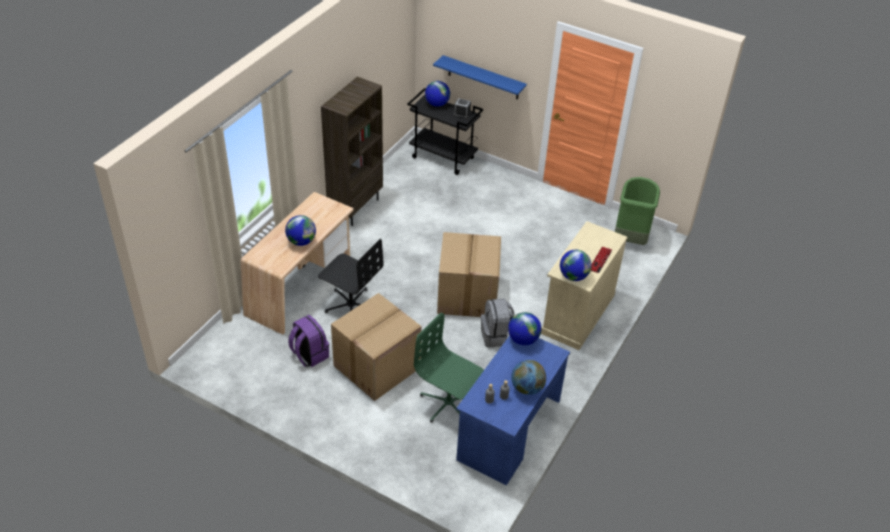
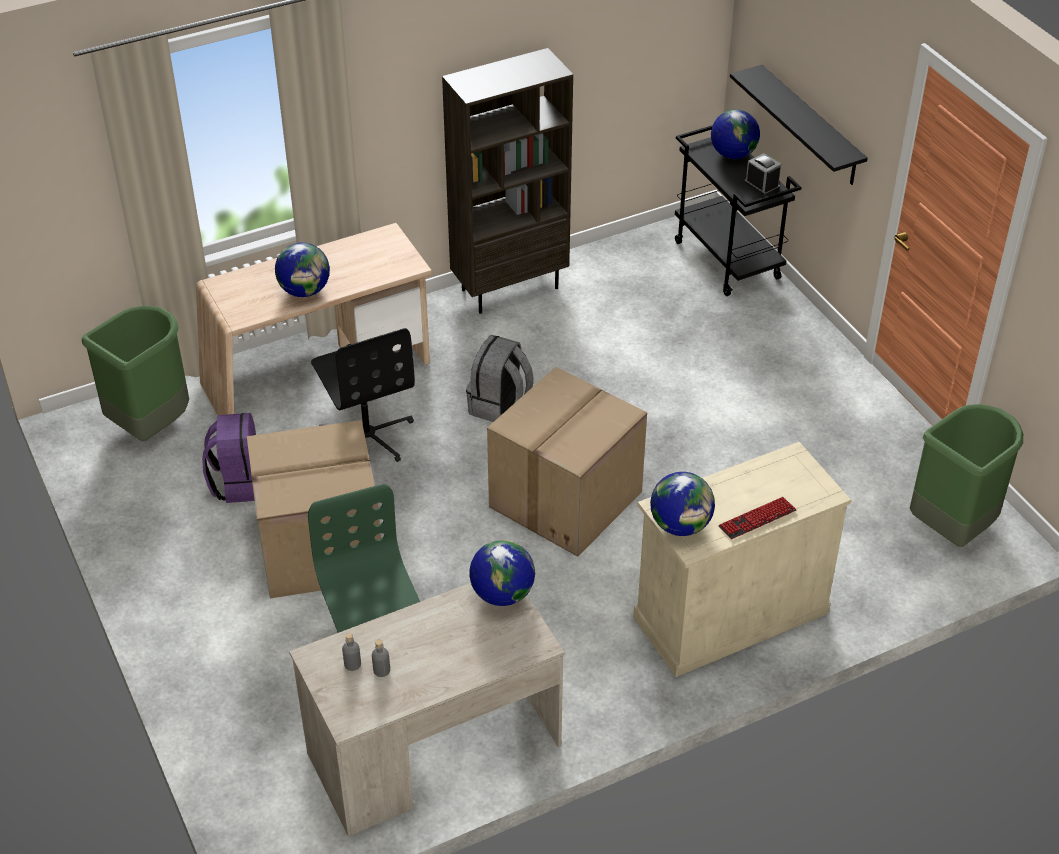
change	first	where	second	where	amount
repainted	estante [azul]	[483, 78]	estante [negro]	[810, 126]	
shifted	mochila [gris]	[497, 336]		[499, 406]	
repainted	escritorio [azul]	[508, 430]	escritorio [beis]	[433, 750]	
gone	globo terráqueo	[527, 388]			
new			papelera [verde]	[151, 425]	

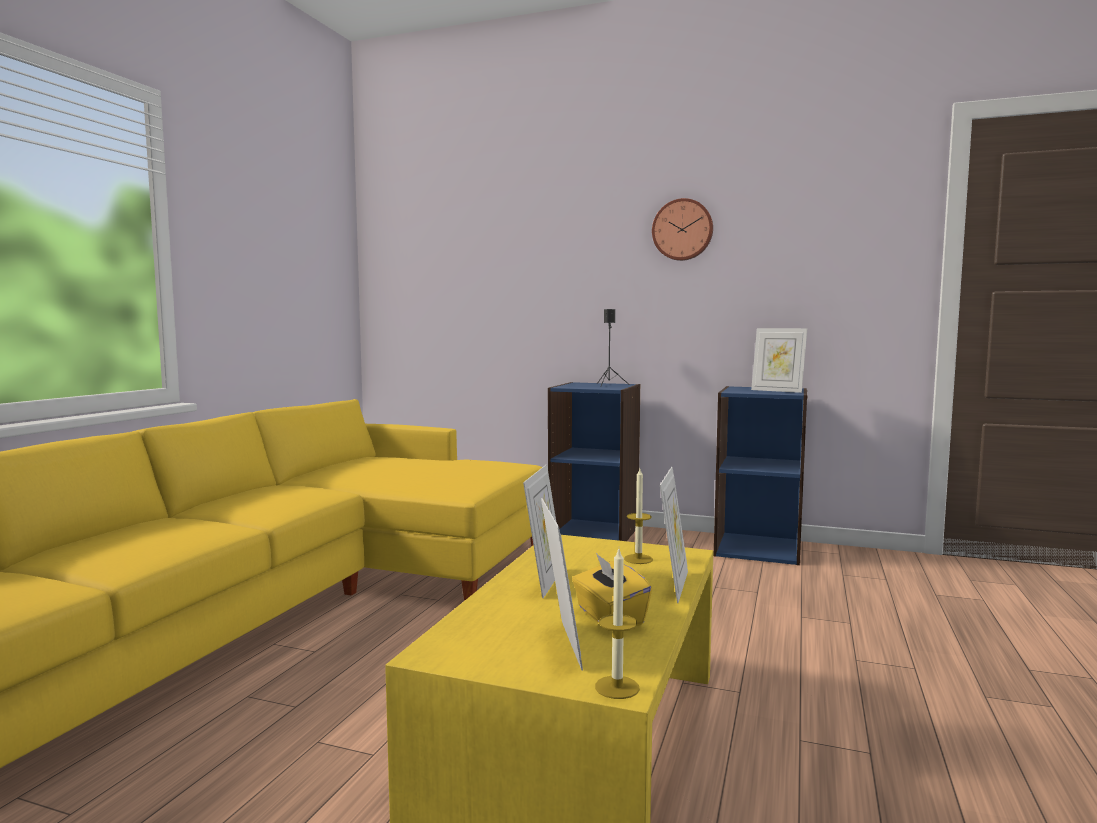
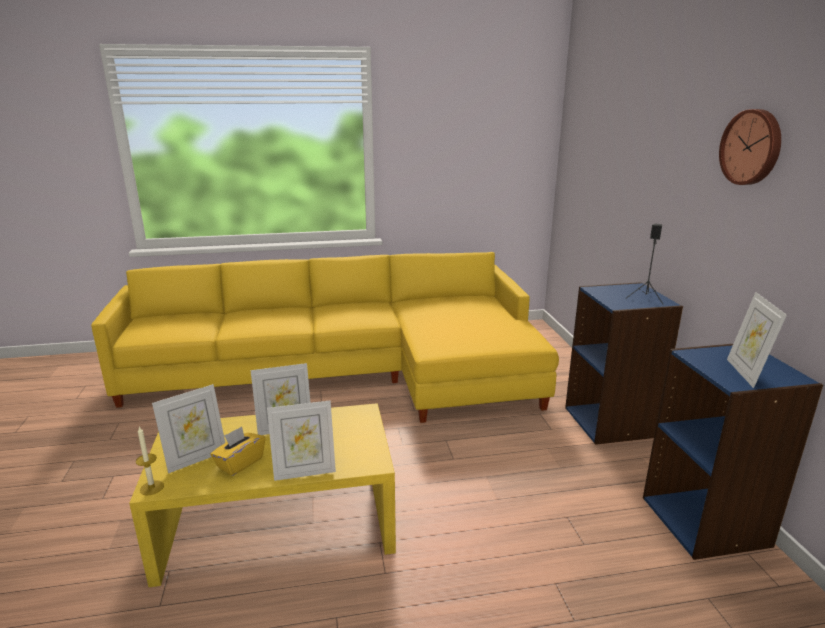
change	first	where	second	where	amount
gone	vela	[638, 559]			

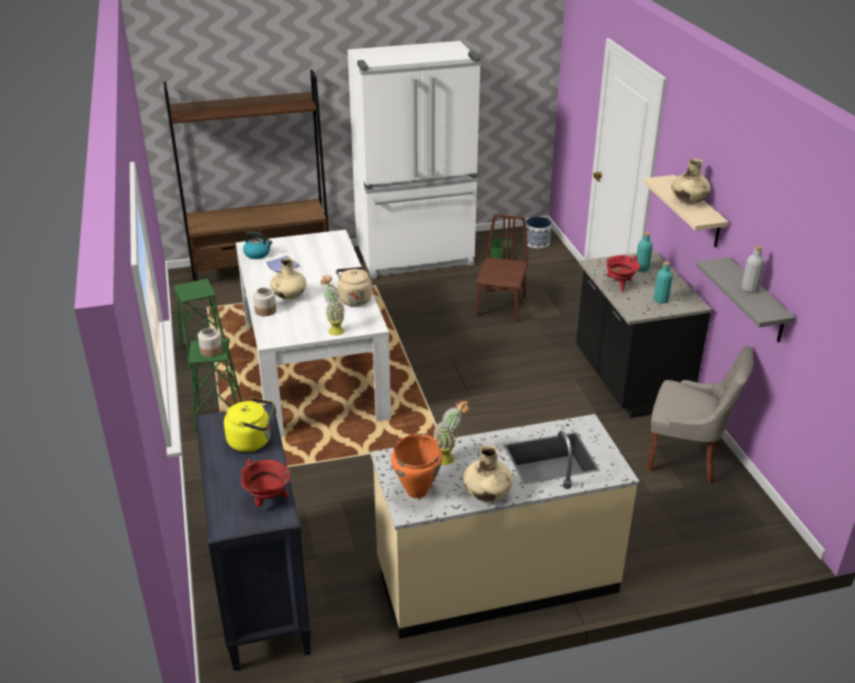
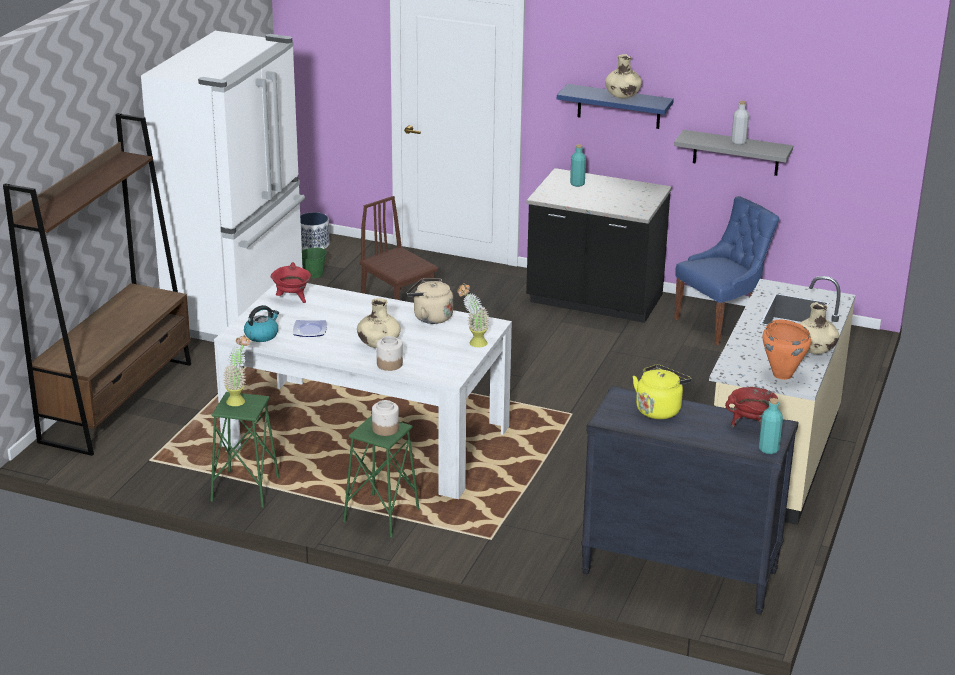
change	first	where	second	where	amount
repainted	estante [beis]	[697, 212]	estante [azul]	[619, 106]	
shifted	olla [rojo]	[620, 284]		[292, 299]	
shifted	botella [turquesa]	[661, 300]		[768, 449]	
repainted	silla [gris]	[687, 457]	silla [azul]	[720, 323]	
shifted	planta en maceta	[449, 458]		[239, 399]	

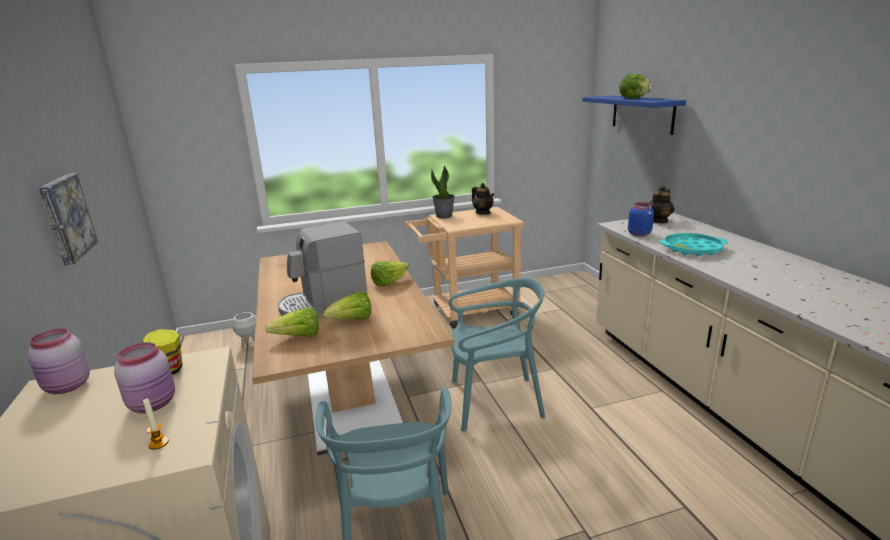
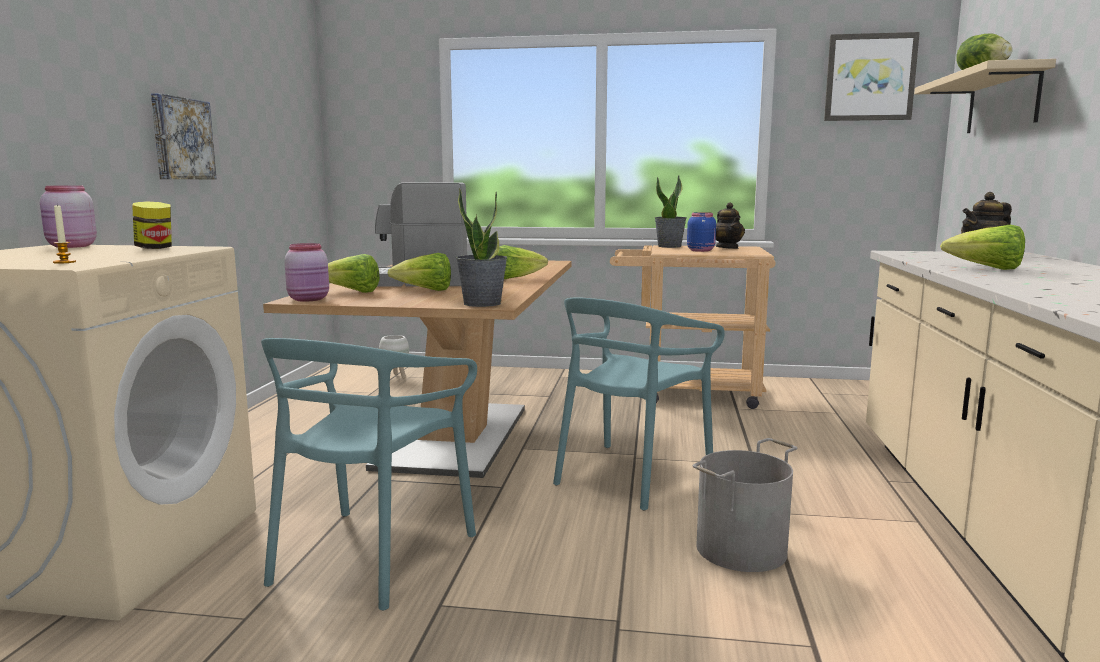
change	first	where	second	where	amount
repainted	estante [azul]	[642, 114]	estante [beis]	[1002, 101]	
shifted	tarro [azul]	[639, 234]		[701, 250]	
swapped	bandeja [turquesa]	[692, 249]	lechuga	[986, 269]	
rotated	silla [turquesa]	[494, 401]		[630, 475]	105 degrees clockwise
shifted	tarro [rosa]	[154, 403]		[310, 299]	
new			cuadro	[870, 77]	
new			planta en maceta	[482, 303]	
new			cubo [gris]	[742, 549]	

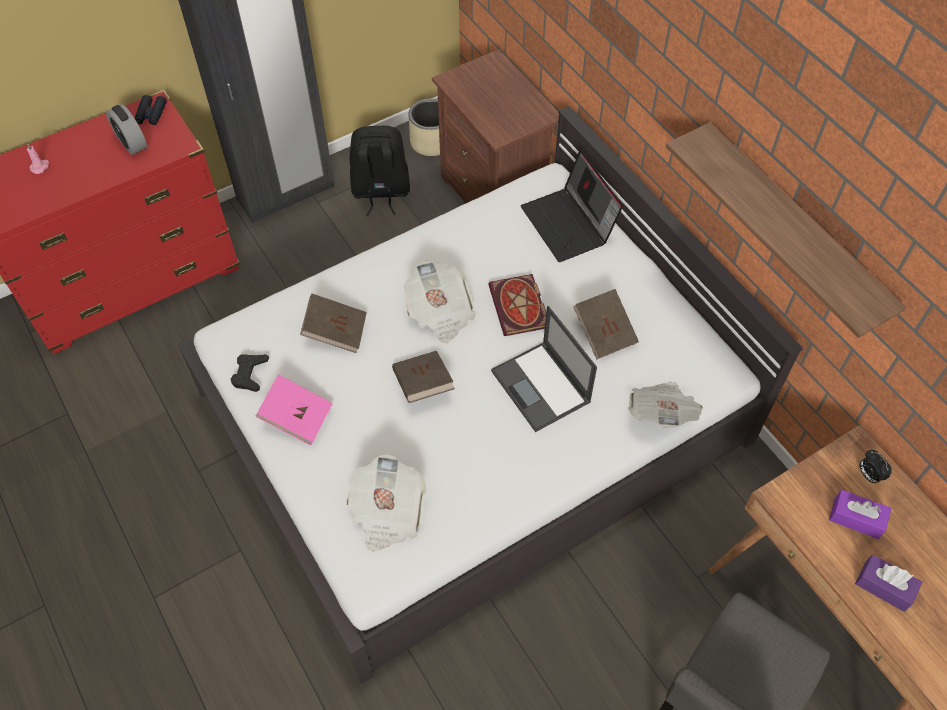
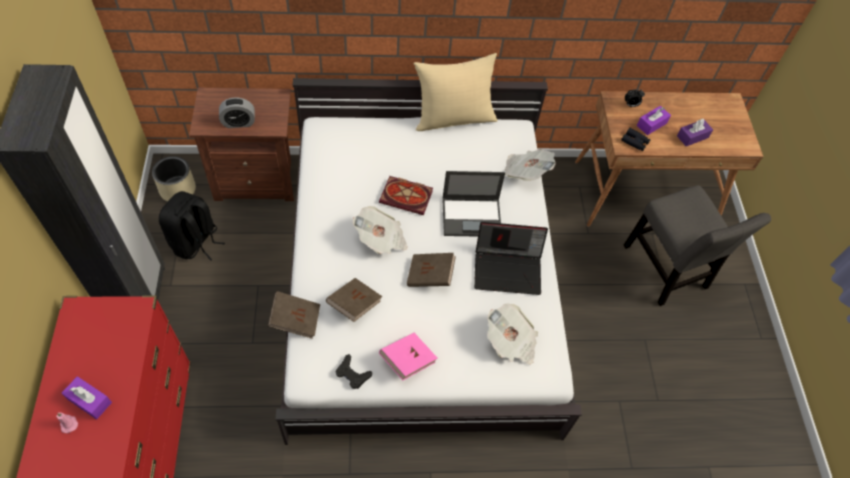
change	first	where	second	where	amount
shifted	prismáticos [negro]	[151, 114]		[635, 142]	
shifted	despertador	[132, 143]		[239, 123]	
gone	estante	[793, 229]			
shifted	portátil	[569, 225]		[508, 269]	
shifted	libro [marrón]	[604, 332]		[295, 320]	
new			cojín [beis]	[454, 117]	
new			caja de pañuelos [morado]	[89, 400]	

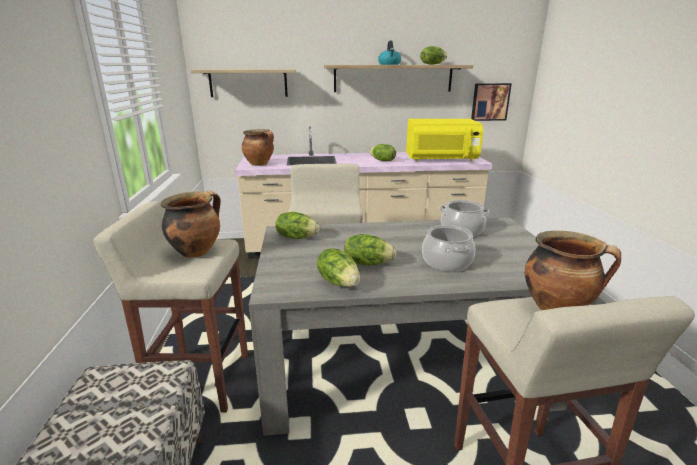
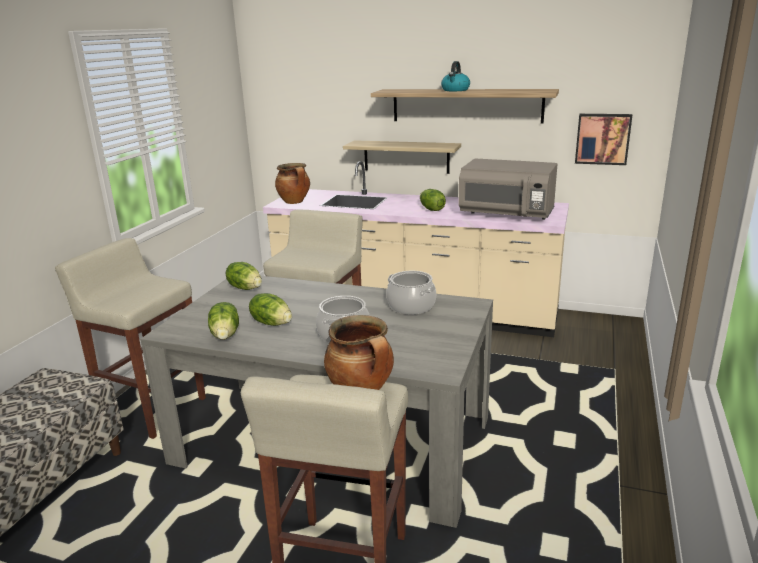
change	first	where	second	where	amount
gone	lechuga	[432, 64]			
shifted	estante	[248, 83]		[406, 156]	
repainted	microondas [amarillo]	[441, 159]	microondas [gris]	[506, 214]	
gone	olla	[197, 251]			

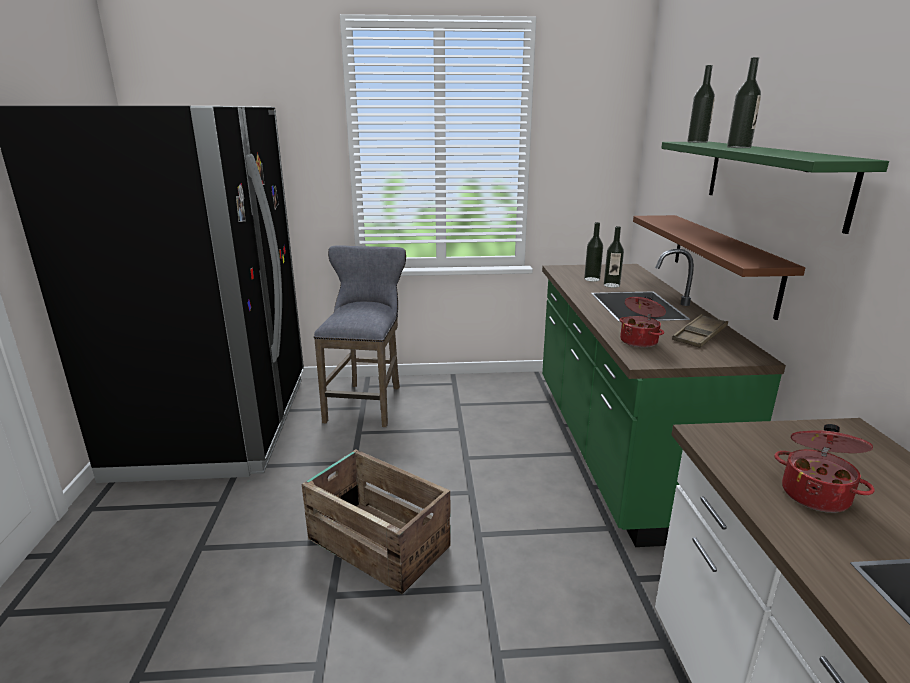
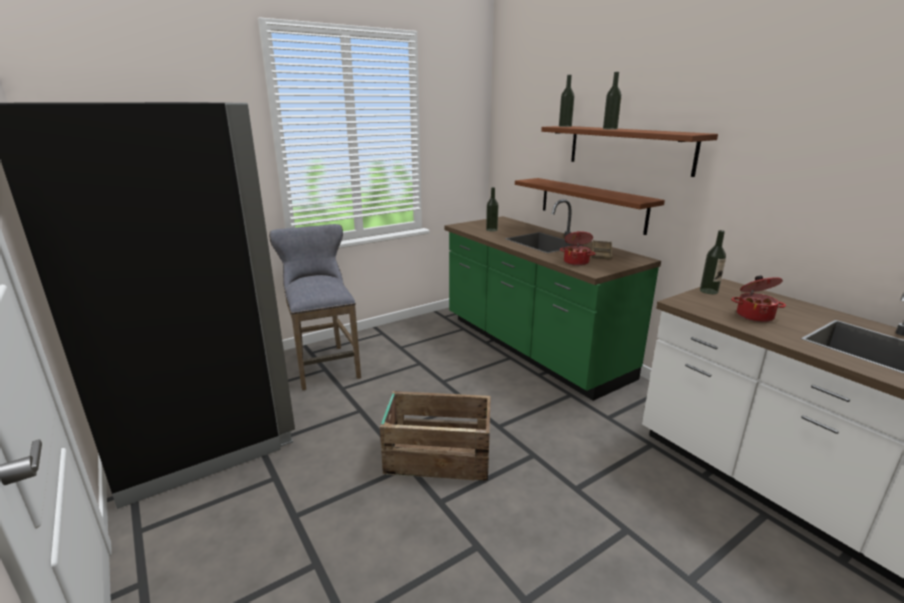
change	first	where	second	where	amount
repainted	estante [verde]	[772, 180]	estante [marrón]	[628, 149]	
shifted	botella	[611, 285]		[708, 291]	

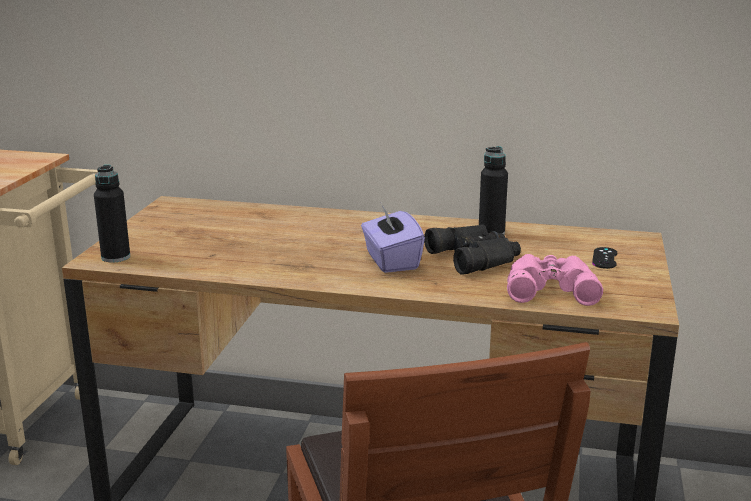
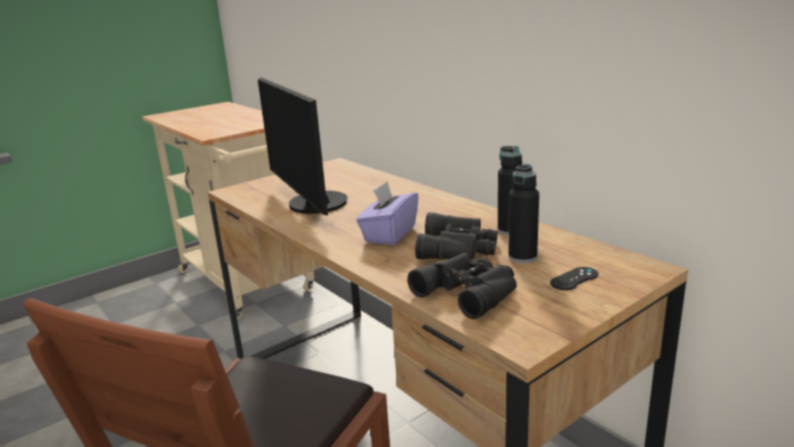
change	first	where	second	where	amount
shifted	botella [negro]	[115, 257]		[522, 257]	
repainted	prismáticos [rosa]	[550, 287]	prismáticos [negro]	[470, 291]	
new			monitor	[311, 205]	

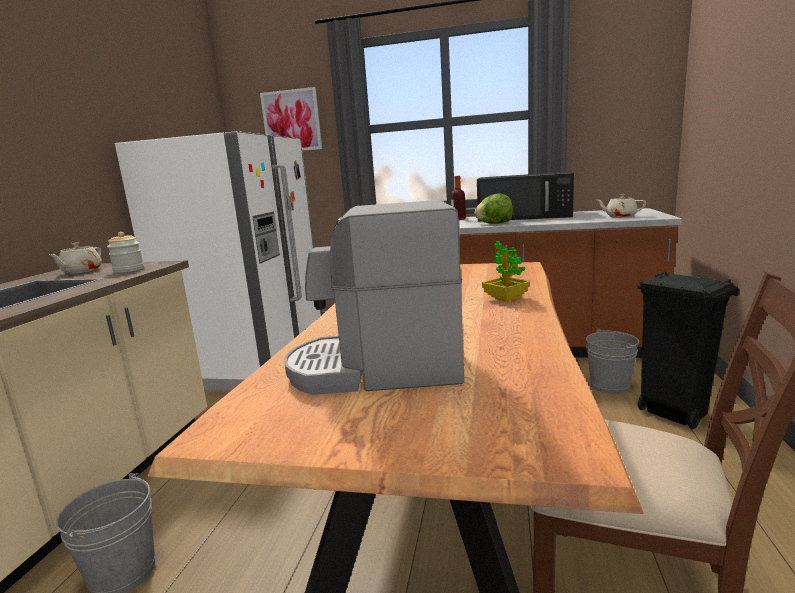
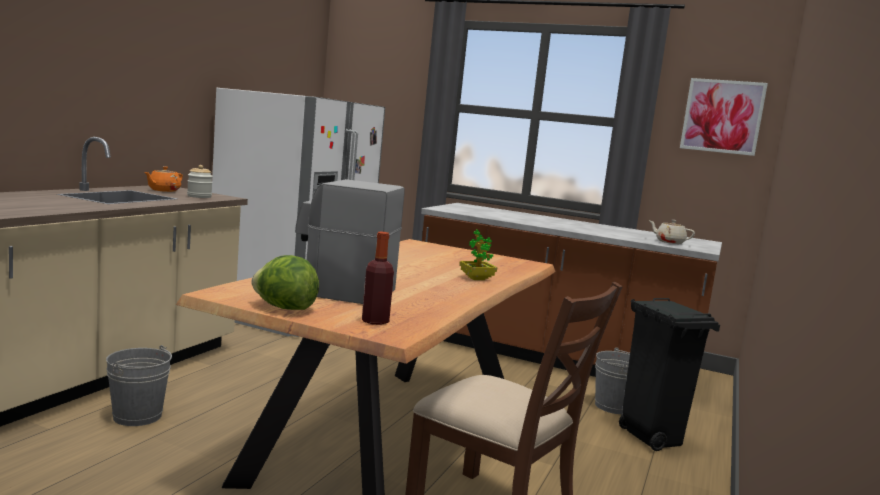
change	first	where	second	where	amount
shifted	cuadro	[291, 121]		[722, 116]	
gone	microondas [negro]	[525, 216]			
shifted	botella	[458, 219]		[375, 321]	
shifted	lechuga	[494, 223]		[284, 308]	
repainted	tetera [beis]	[81, 271]	tetera [naranja]	[163, 190]	

